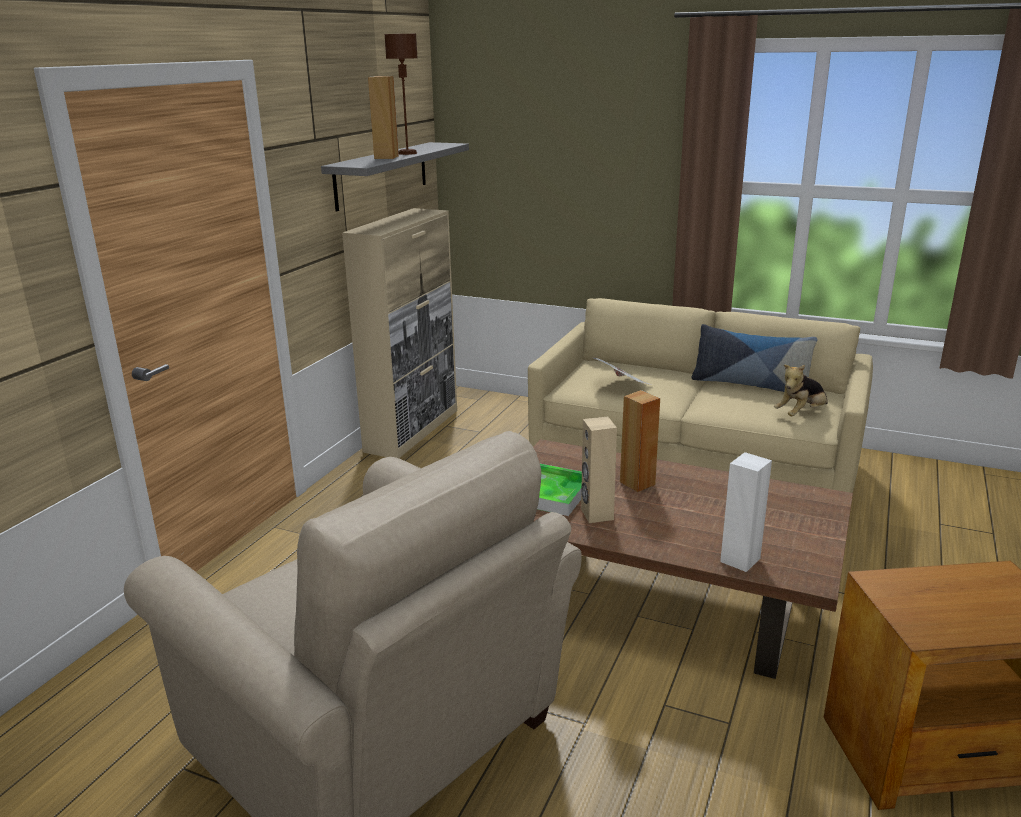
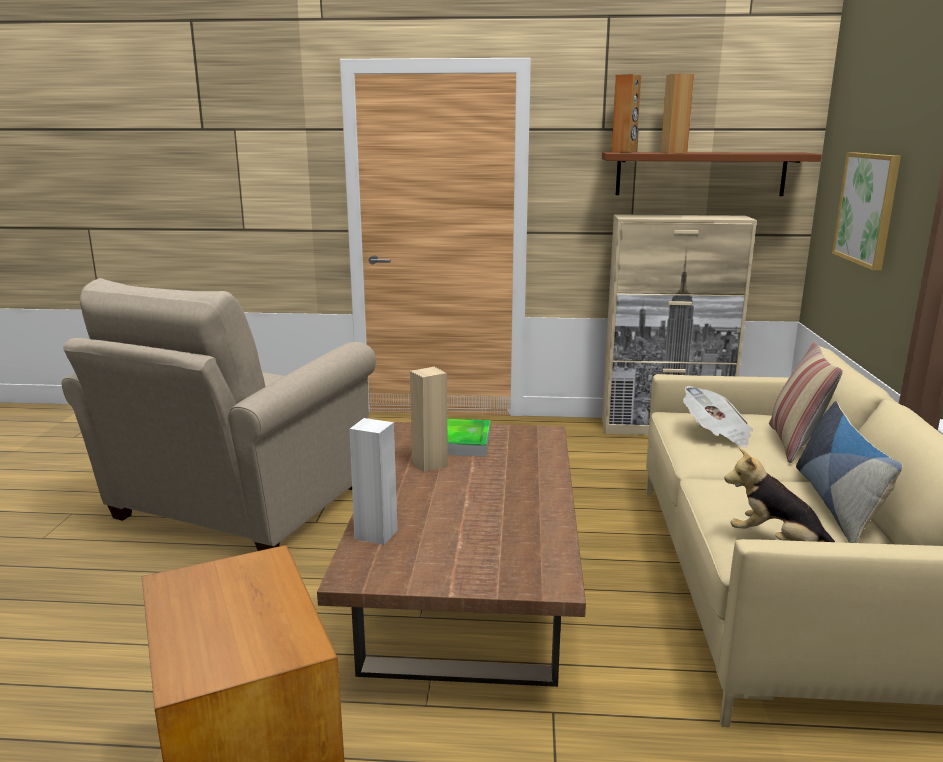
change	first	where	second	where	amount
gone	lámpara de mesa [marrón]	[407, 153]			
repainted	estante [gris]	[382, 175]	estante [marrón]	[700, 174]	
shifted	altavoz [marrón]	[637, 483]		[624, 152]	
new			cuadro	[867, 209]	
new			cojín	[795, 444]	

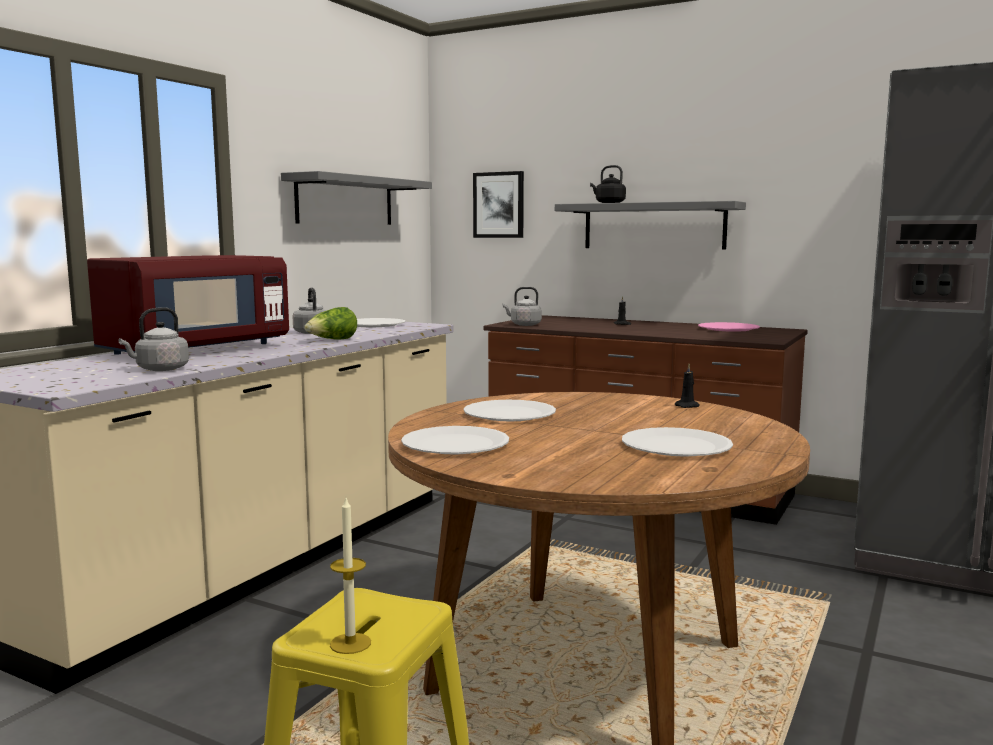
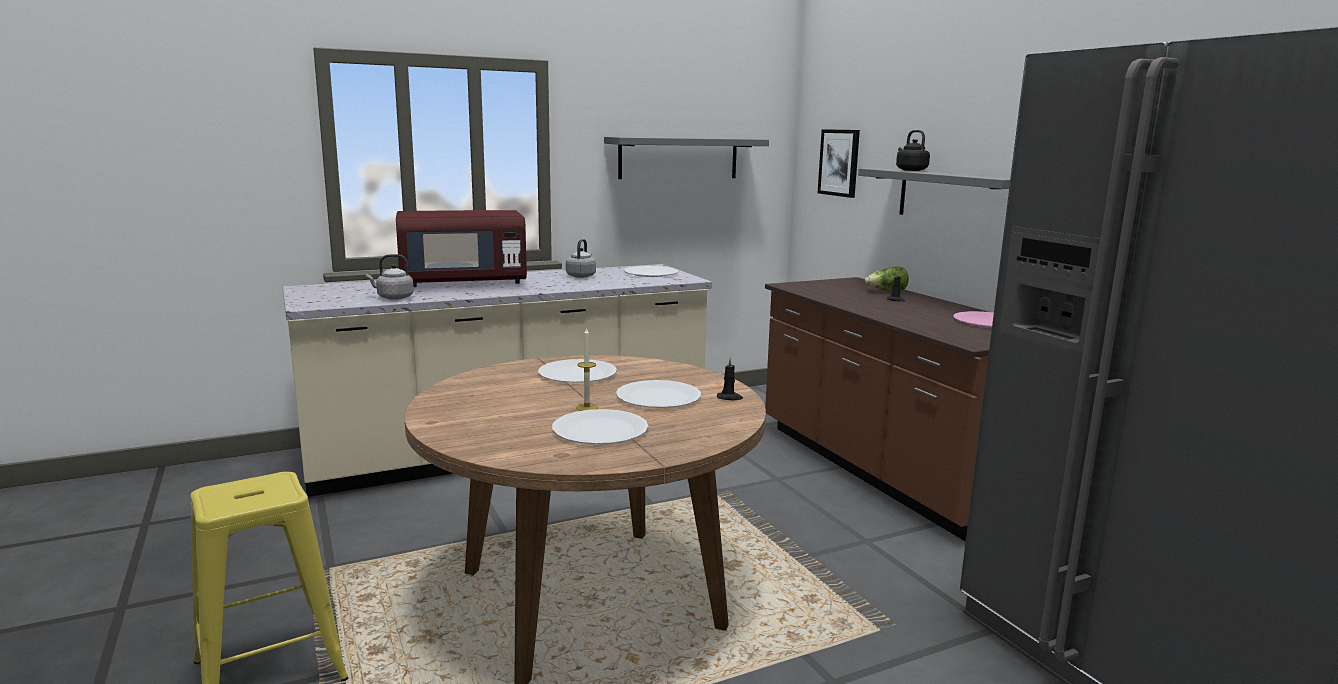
change	first	where	second	where	amount
gone	hervidor [gris]	[524, 325]			
shifted	lechuga	[332, 340]		[886, 291]	
shifted	plato [blanco]	[455, 444]		[658, 397]	
shifted	vela	[350, 643]		[587, 407]	

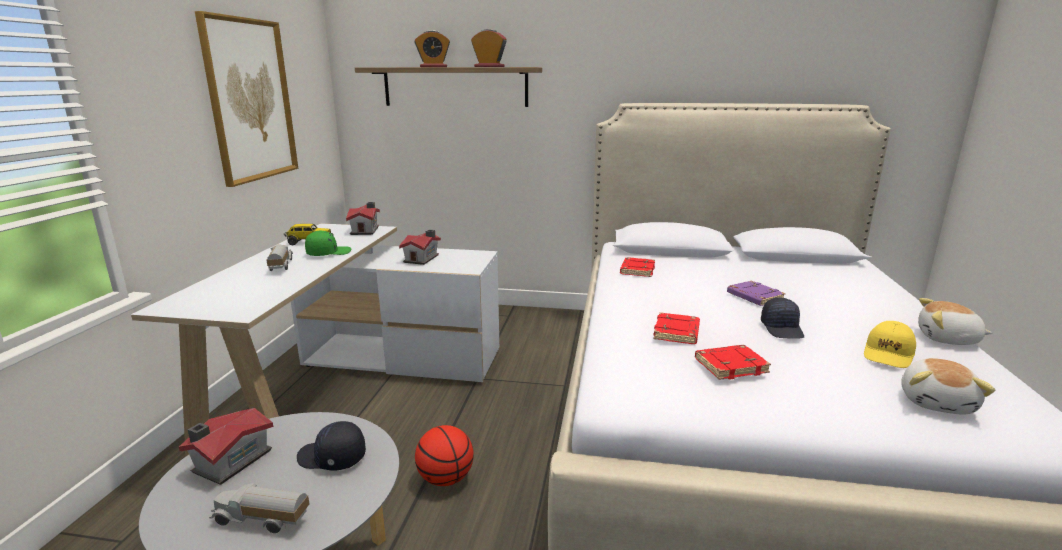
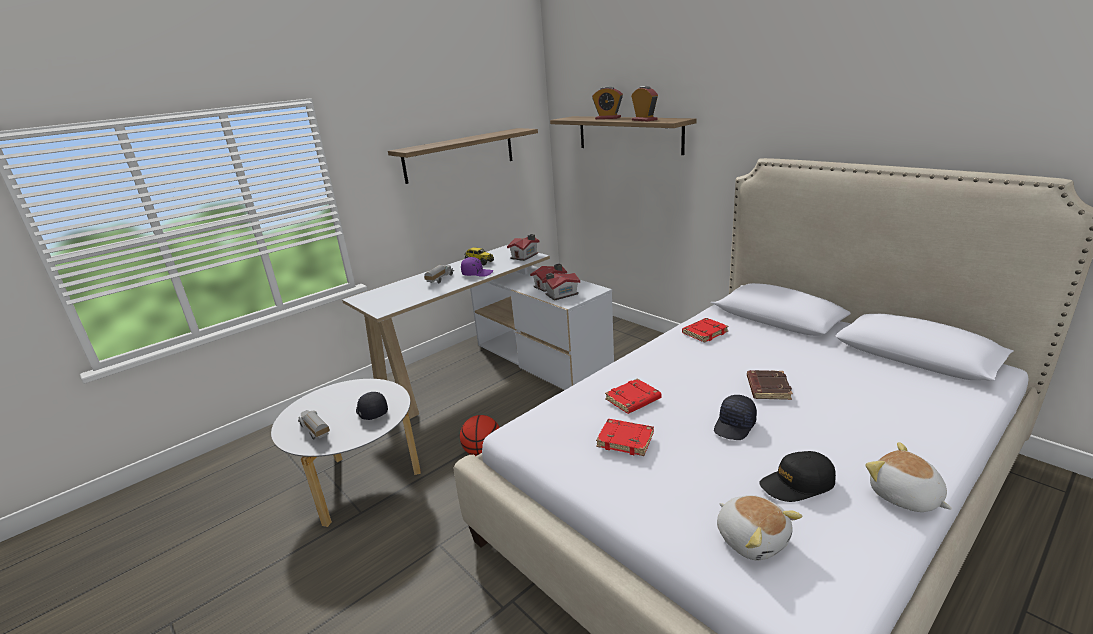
change	first	where	second	where	amount
swapped	cuadro	[250, 100]	estante	[460, 155]	
repainted	gorra [verde]	[328, 253]	gorra [morado]	[477, 273]	
repainted	libro [morado]	[753, 297]	libro [marrón]	[767, 388]	
repainted	gorra [amarillo]	[888, 354]	gorra [negro]	[797, 484]	
rotated	peluche	[937, 402]		[752, 538]	90 degrees counterclockwise
shifted	casita	[229, 462]		[560, 294]	

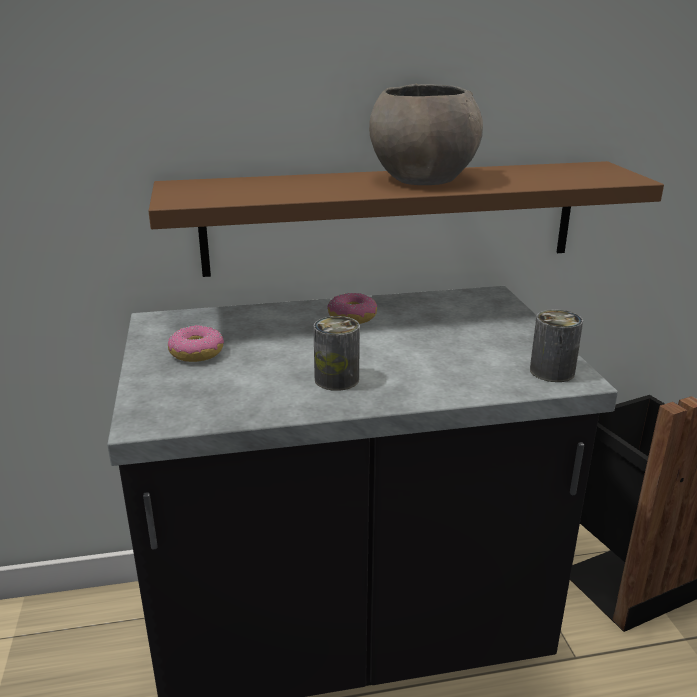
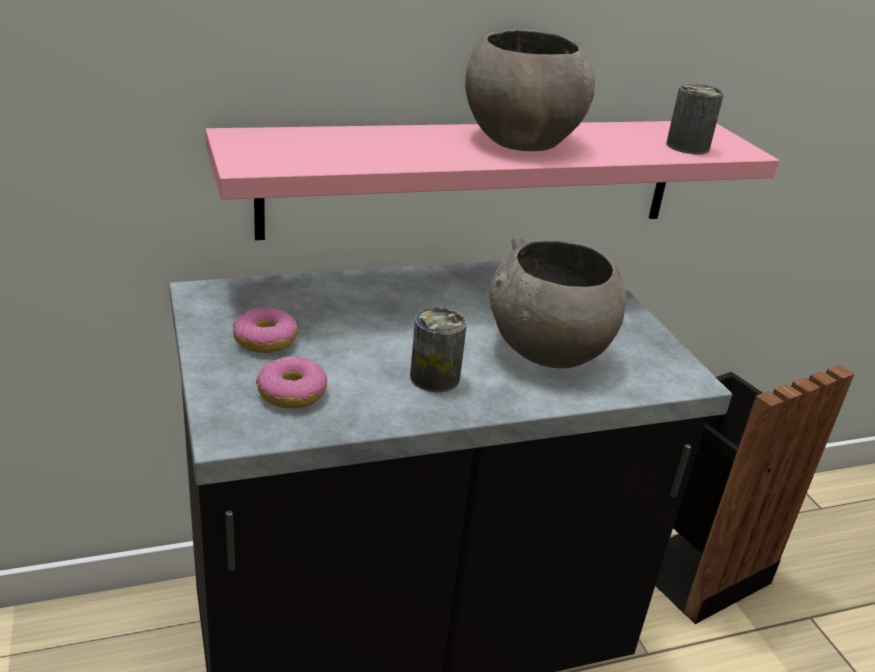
change	first	where	second	where	amount
repainted	estante [marrón]	[392, 218]	estante [rosa]	[475, 177]	
shifted	rosquilla	[352, 317]		[292, 393]	
shifted	lata	[552, 371]		[687, 146]	
new			cuenco [gris]	[547, 352]	

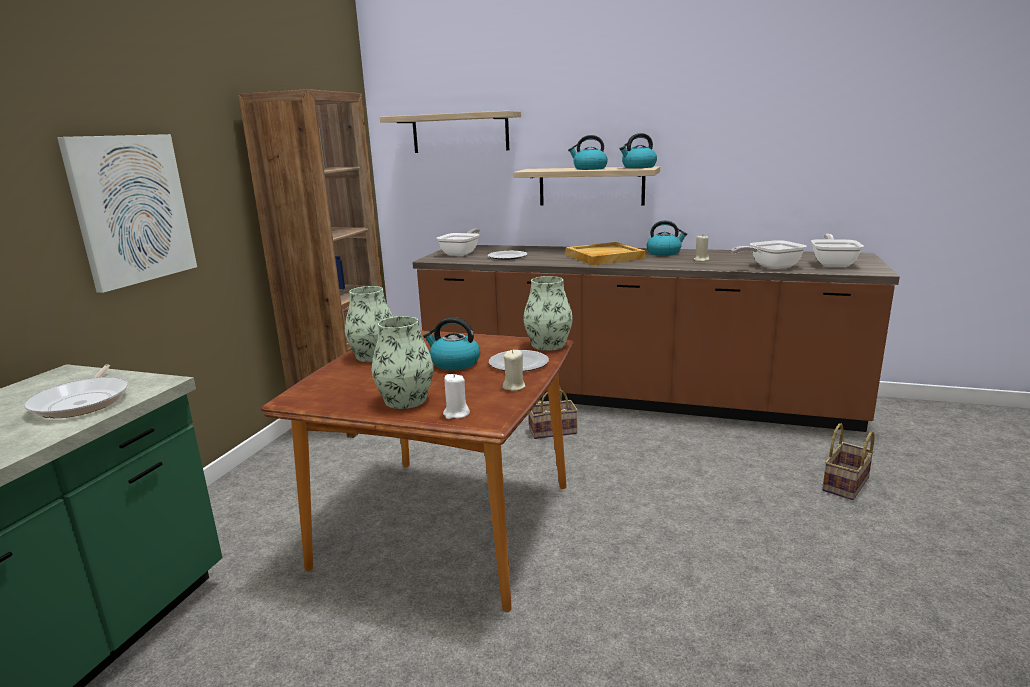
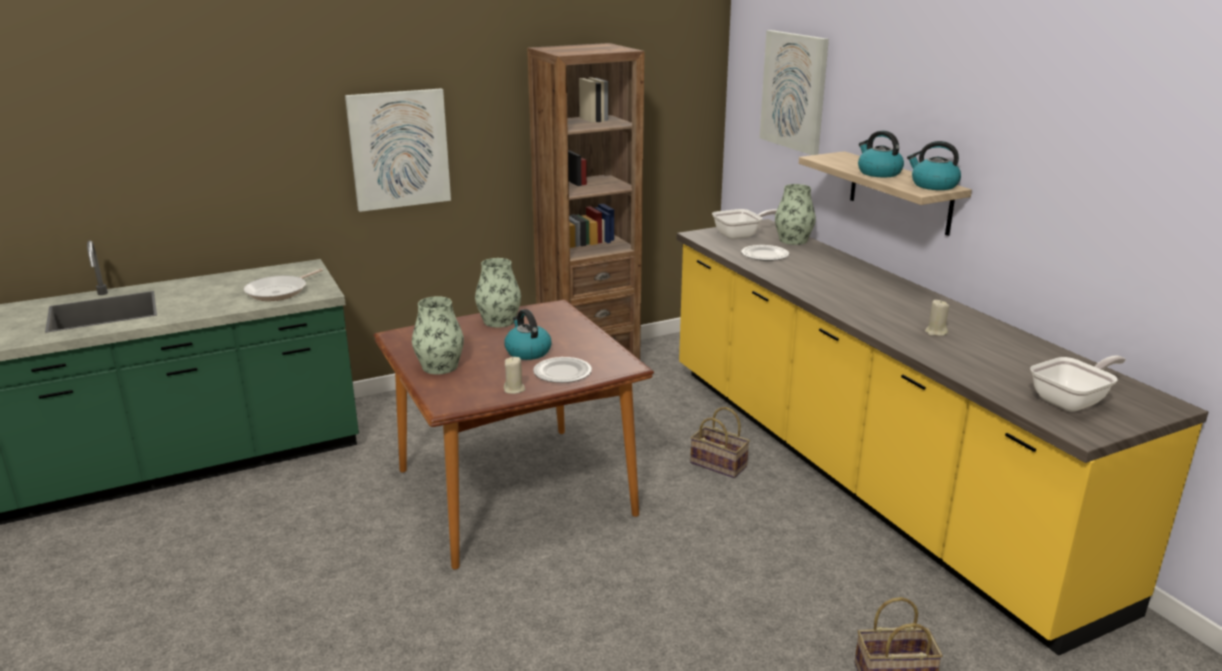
change	first	where	second	where	amount
swapped	estante	[460, 133]	cuadro	[794, 91]	
gone	hervidor	[664, 253]			
gone	sartén	[770, 267]			
gone	bandeja [beis]	[604, 257]			
repainted	mueble bajo de cocina [marrón]	[632, 397]	mueble bajo de cocina [amarillo]	[860, 472]	
shifted	florero	[548, 345]		[793, 240]	
gone	vela [blanco]	[456, 414]			

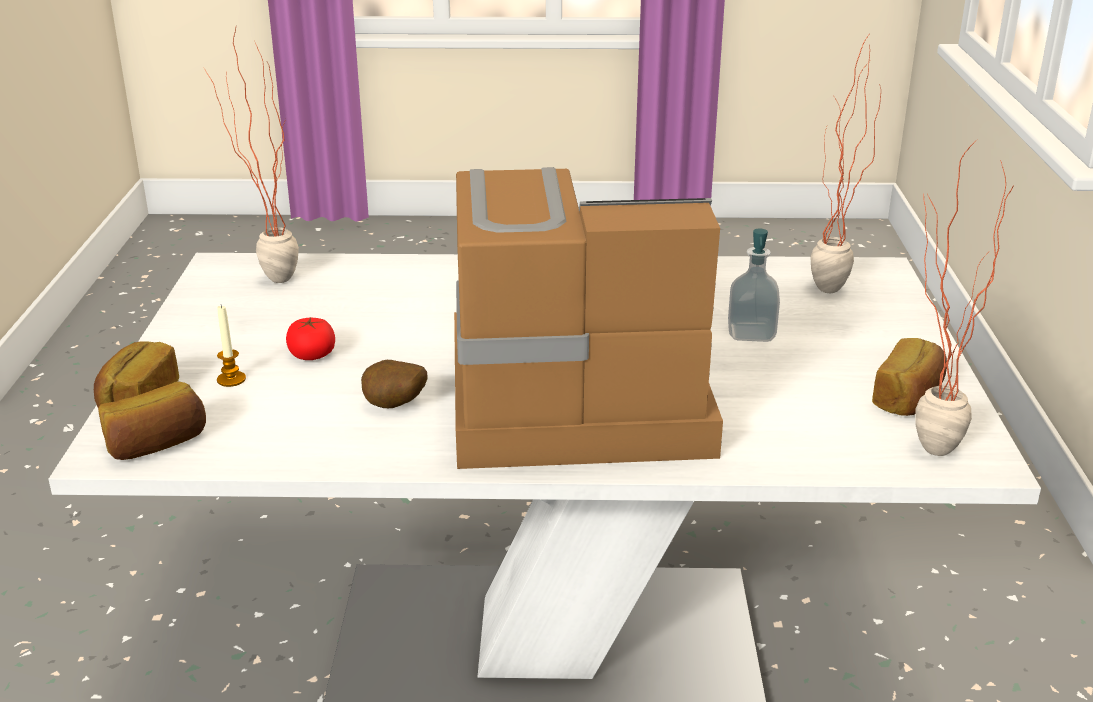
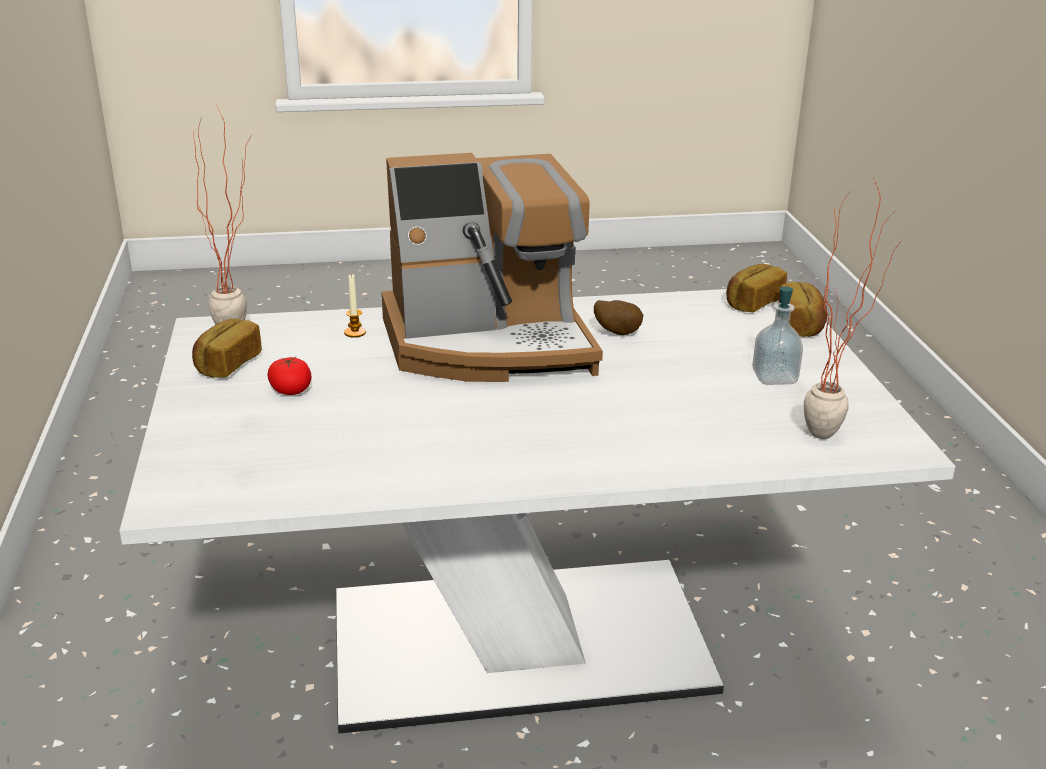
change	first	where	second	where	amount
gone	planta en maceta	[828, 295]			
shifted	dispensador de jabón	[751, 333]		[774, 377]	
shifted	vela	[231, 379]		[355, 332]	
shifted	tomate	[312, 354]		[291, 390]	

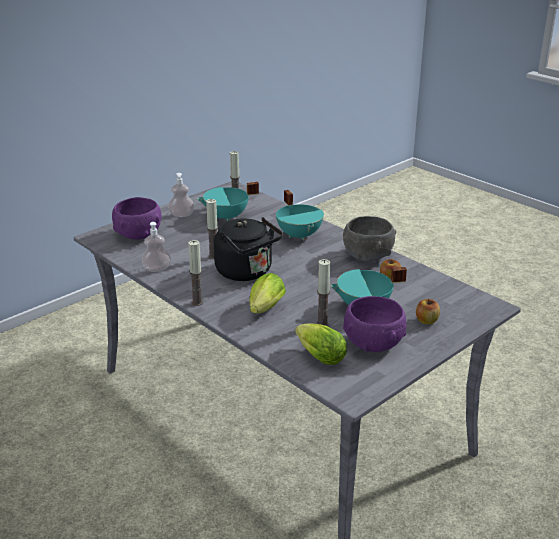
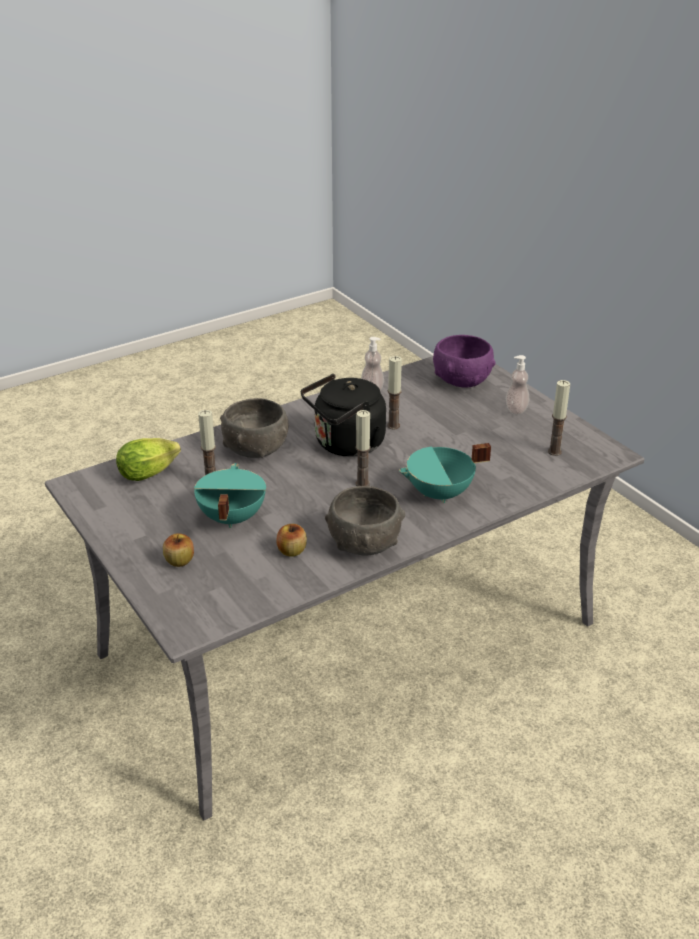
change	first	where	second	where	amount
gone	olla [turquesa]	[227, 217]			
shifted	vela	[197, 302]		[362, 484]	
swapped	lechuga	[264, 310]	cuenco [gris]	[256, 449]	
gone	cuenco [morado]	[373, 343]			

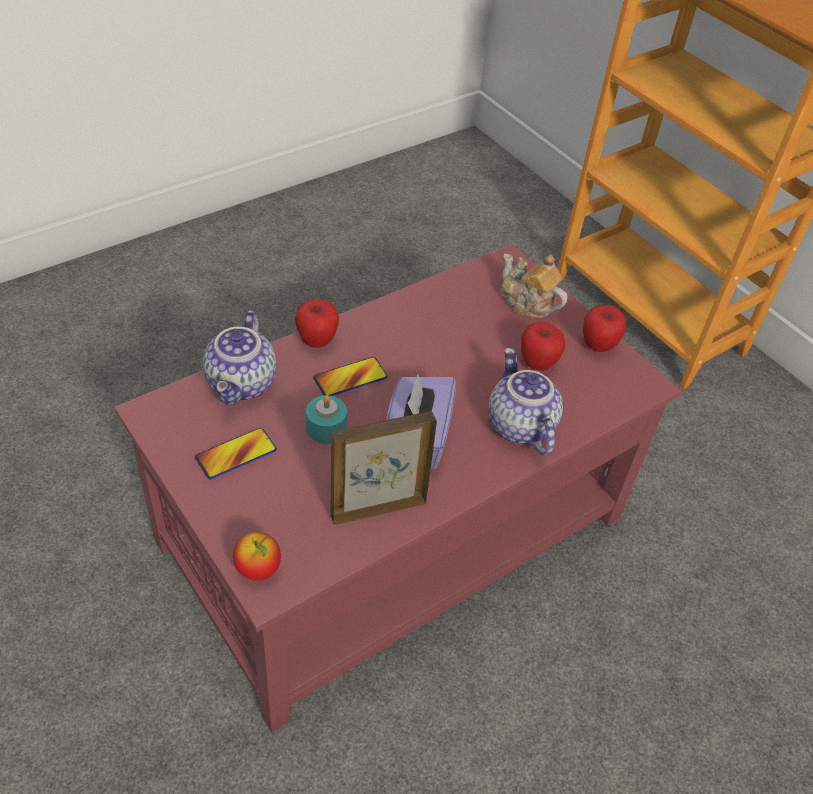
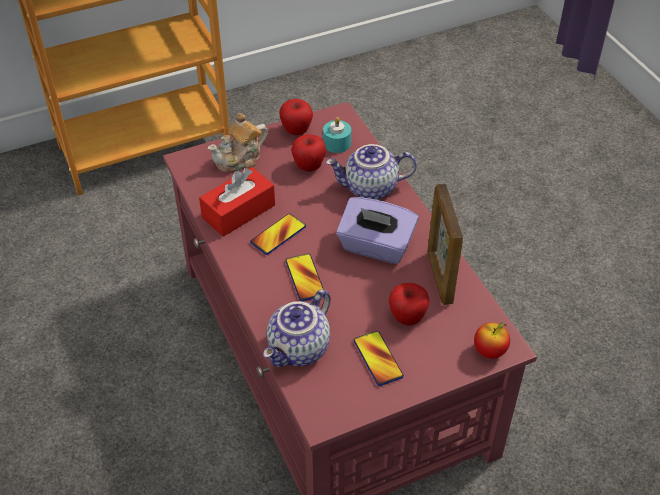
change	first	where	second	where	amount
shifted	manzana	[317, 341]		[407, 318]	
rotated	tetera	[243, 384]		[299, 350]	105 degrees clockwise
shifted	vela [turquesa]	[326, 428]		[337, 143]	
new			caja de pañuelos [rojo]	[238, 211]	
new			móvil	[278, 235]	

